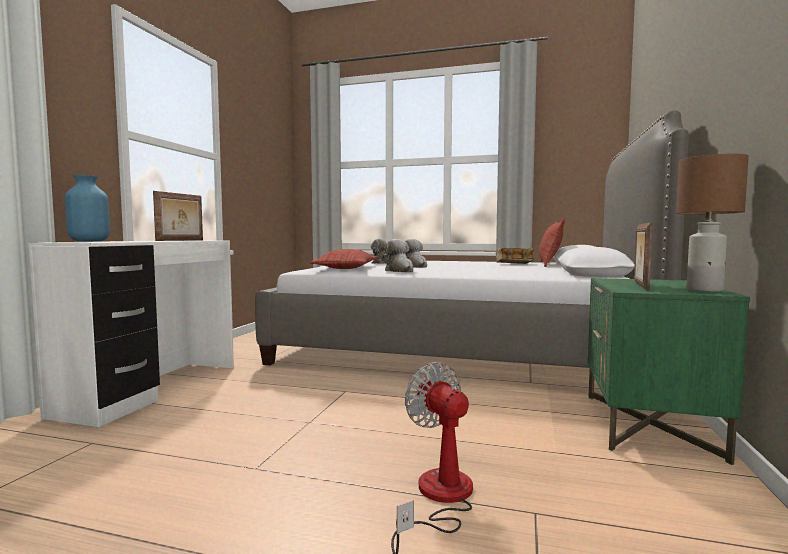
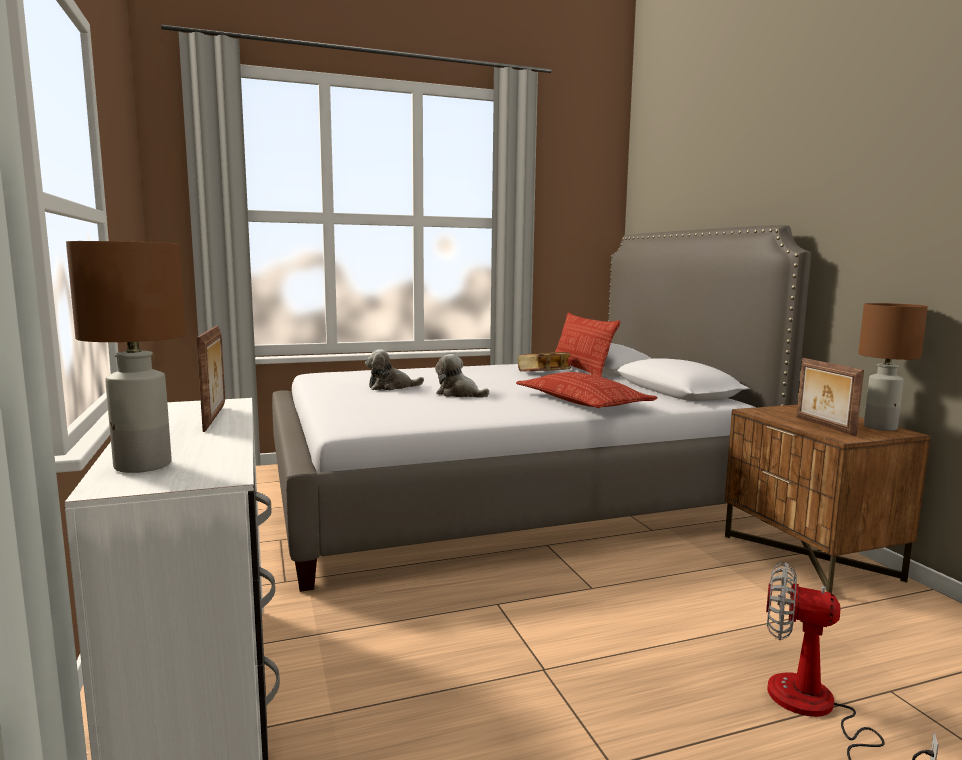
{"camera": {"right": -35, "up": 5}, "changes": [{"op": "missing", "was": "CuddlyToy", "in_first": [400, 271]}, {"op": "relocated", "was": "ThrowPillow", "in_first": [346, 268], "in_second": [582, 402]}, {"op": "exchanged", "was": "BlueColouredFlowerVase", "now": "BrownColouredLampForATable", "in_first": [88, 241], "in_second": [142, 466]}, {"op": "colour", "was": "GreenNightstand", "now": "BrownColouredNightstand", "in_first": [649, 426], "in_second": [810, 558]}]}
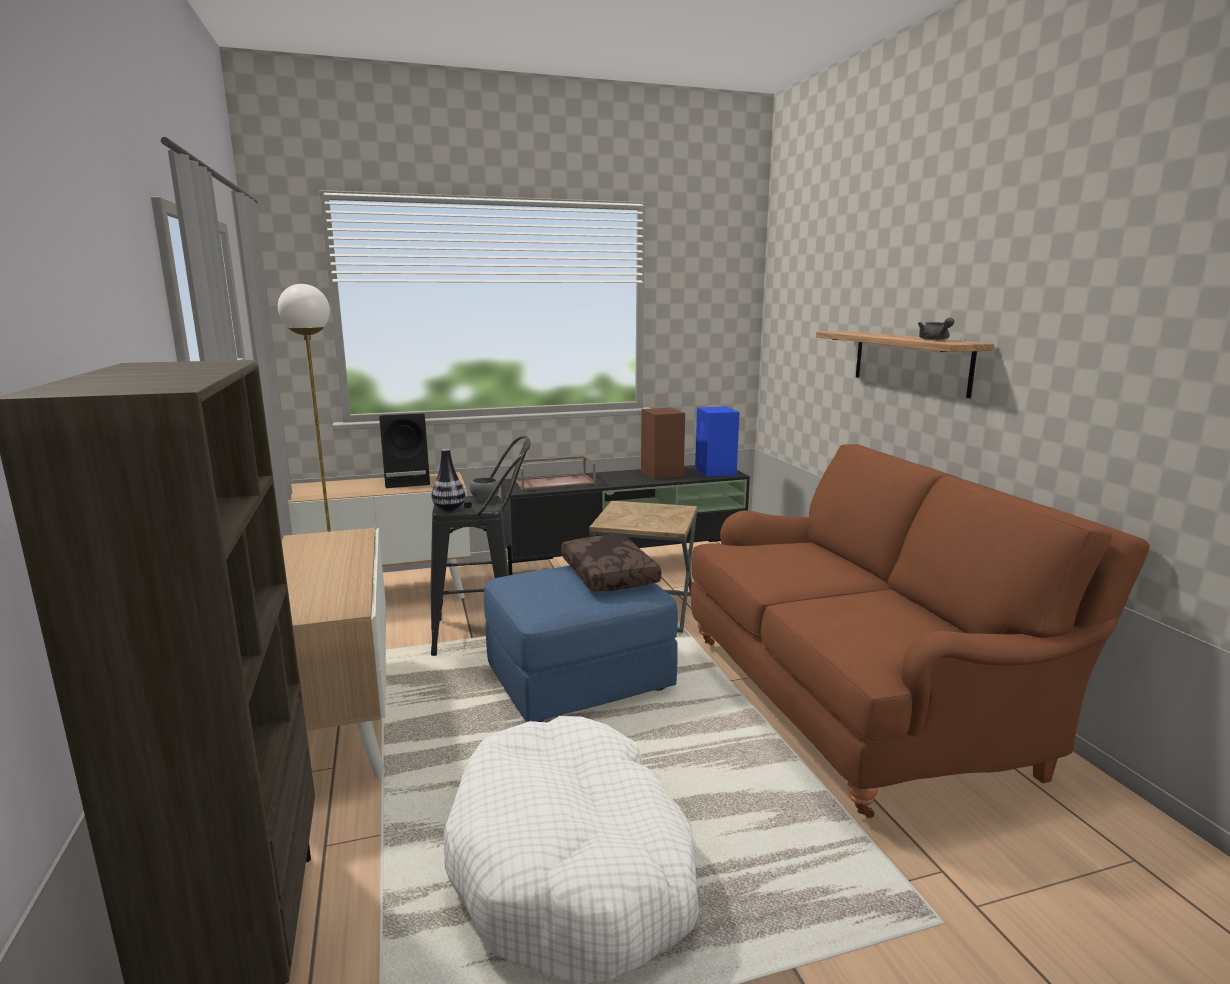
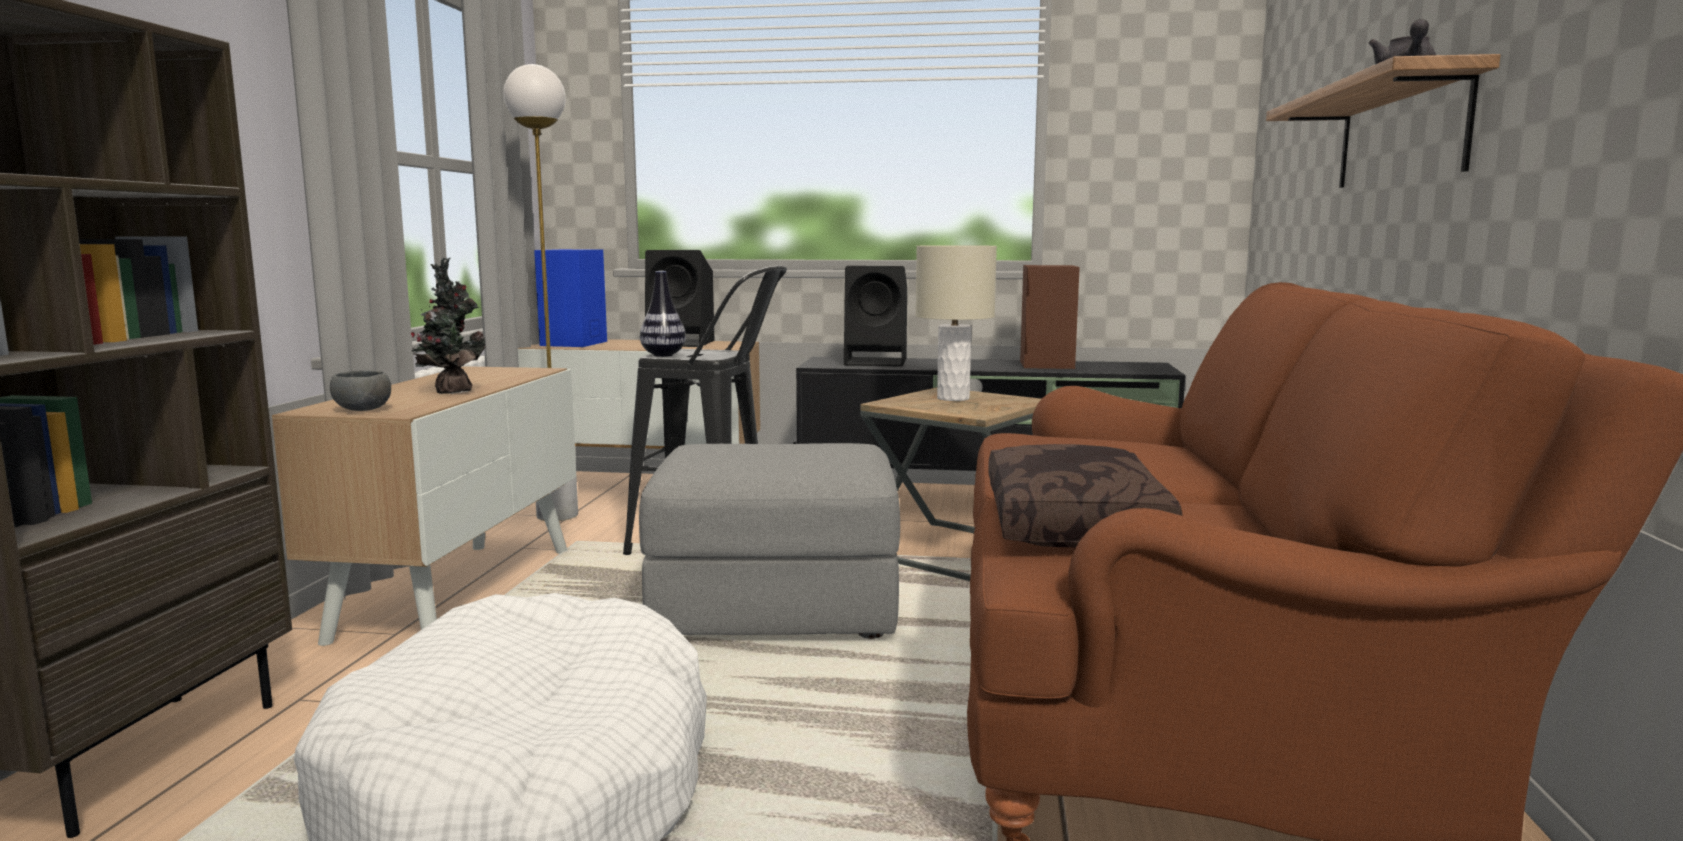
{"camera": {"right": 25, "up": -5}, "changes": [{"op": "appeared", "now": "Houseplant", "in_second": [451, 392]}, {"op": "appeared", "now": "SandColouredLampForATable", "in_second": [953, 398]}, {"op": "relocated", "was": "GrayBowl", "in_first": [484, 499], "in_second": [361, 410]}, {"op": "relocated", "was": "BrownColouredThrowPillow", "in_first": [611, 575], "in_second": [1077, 524]}, {"op": "relocated", "was": "BlueColouredAudioSpeaker", "in_first": [715, 471], "in_second": [573, 343]}, {"op": "exchanged", "was": "BrownColouredTray", "now": "BlackColouredAudioSpeaker", "in_first": [555, 482], "in_second": [878, 362]}, {"op": "colour", "was": "BlueColouredOttoman", "now": "GrayOttoman", "in_first": [579, 678], "in_second": [776, 607]}]}
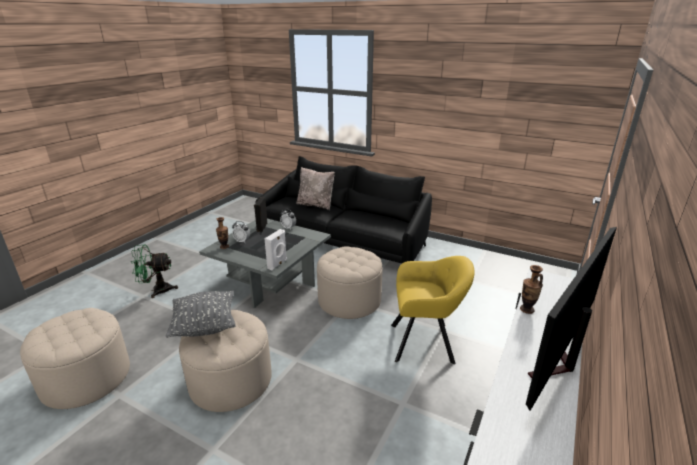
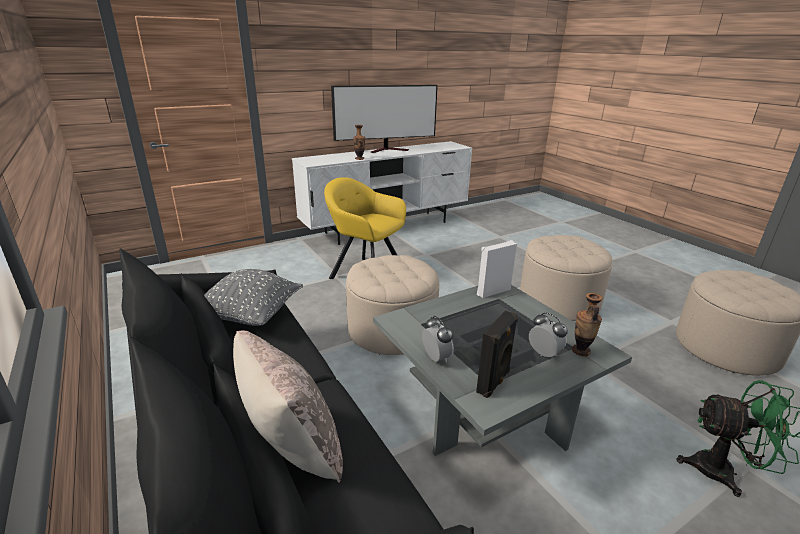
{"camera": {"right": -150, "up": 0}, "changes": [{"op": "relocated", "was": "GrayThrowPillow", "in_first": [205, 326], "in_second": [250, 316]}]}
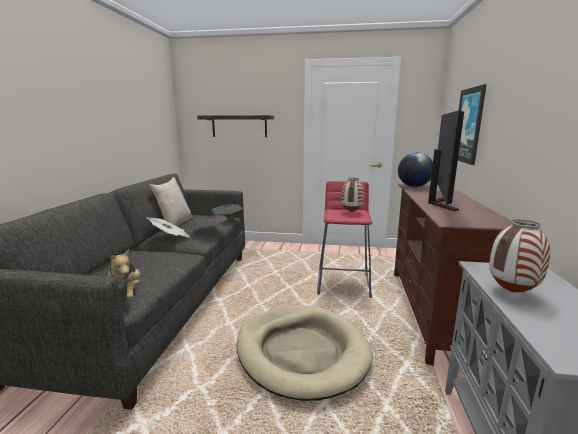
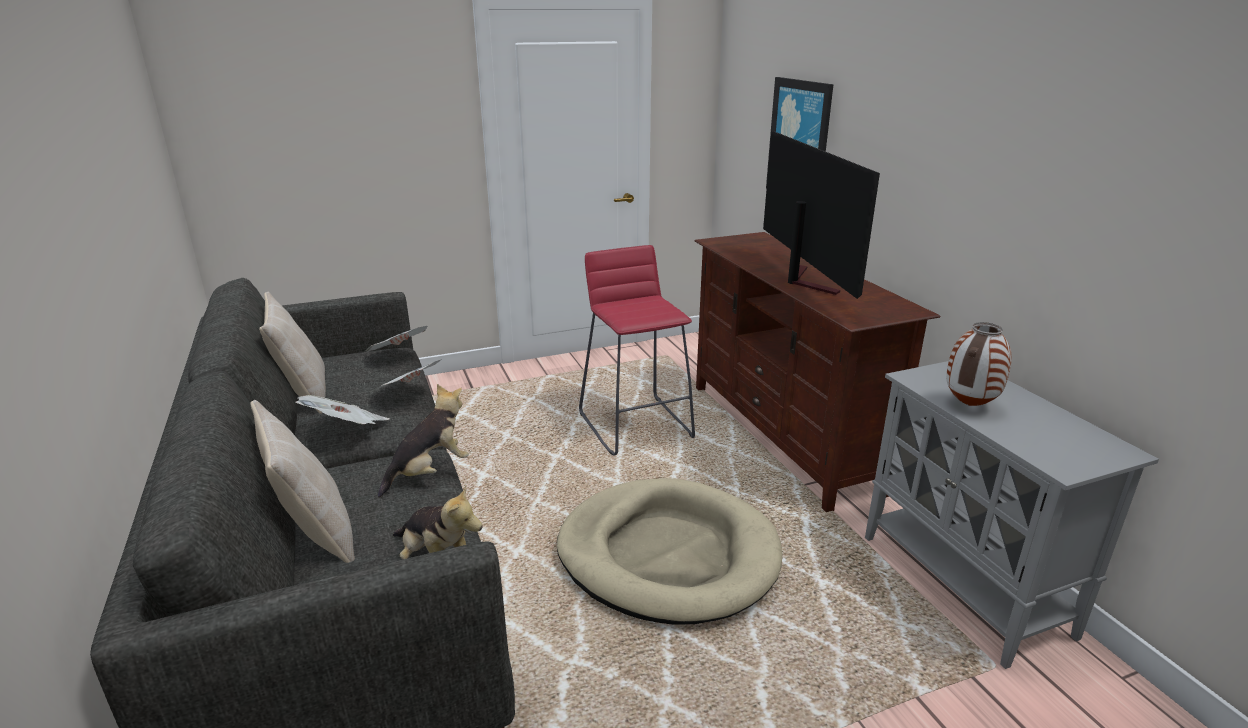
{"camera": {"right": -30, "up": 10}, "changes": [{"op": "missing", "was": "BlackColouredBracketShelf", "in_first": [239, 126]}, {"op": "missing", "was": "FlowerVase", "in_first": [351, 212]}, {"op": "missing", "was": "Globe", "in_first": [414, 186]}, {"op": "appeared", "now": "SandColouredThrowPillow", "in_second": [315, 533]}, {"op": "appeared", "now": "CuddlyToy", "in_second": [429, 472]}]}
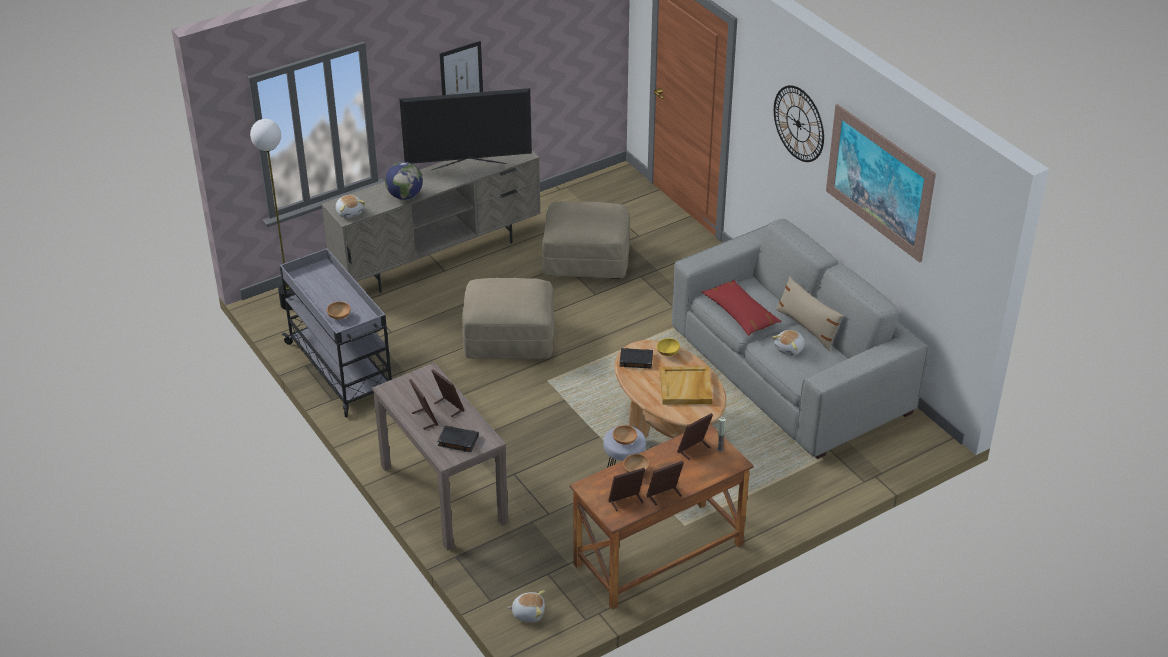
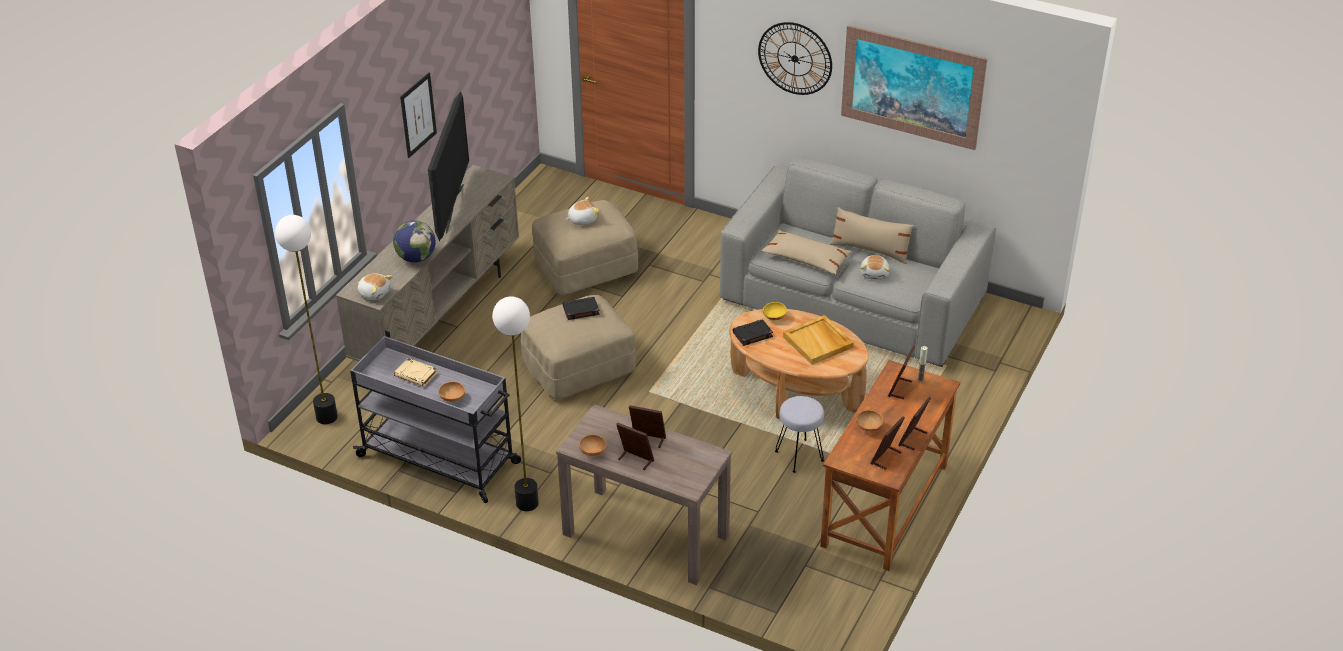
{"camera": {"right": -30, "up": 0}, "changes": [{"op": "appeared", "now": "SandColouredBoundBook", "in_second": [416, 375]}, {"op": "appeared", "now": "StandardLamp", "in_second": [527, 503]}, {"op": "relocated", "was": "BlackColouredBoundBook", "in_first": [457, 441], "in_second": [580, 310]}, {"op": "relocated", "was": "CuddlyToy", "in_first": [528, 613], "in_second": [582, 219]}, {"op": "relocated", "was": "BrownColouredBowl", "in_first": [625, 441], "in_second": [593, 452]}, {"op": "colour", "was": "RedColouredThrowPillow", "now": "SandColouredThrowPillow", "in_first": [740, 314], "in_second": [806, 259]}, {"op": "spun", "was": "TvSet", "in_first": [468, 166], "in_second": [453, 208], "clockwise": -45}]}
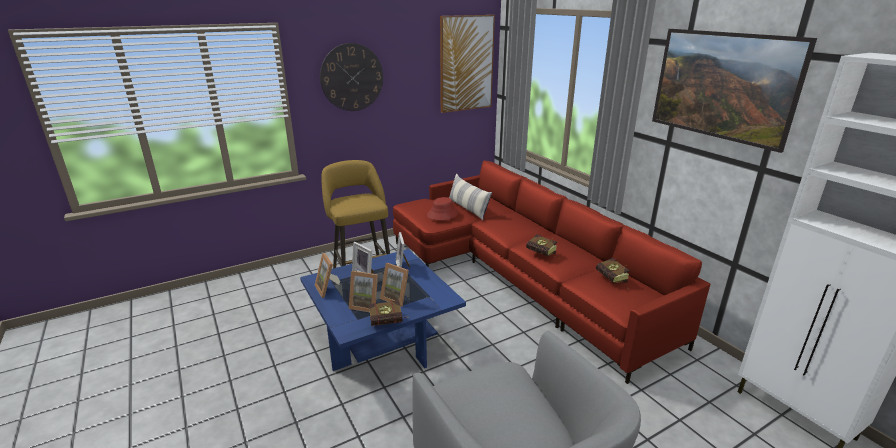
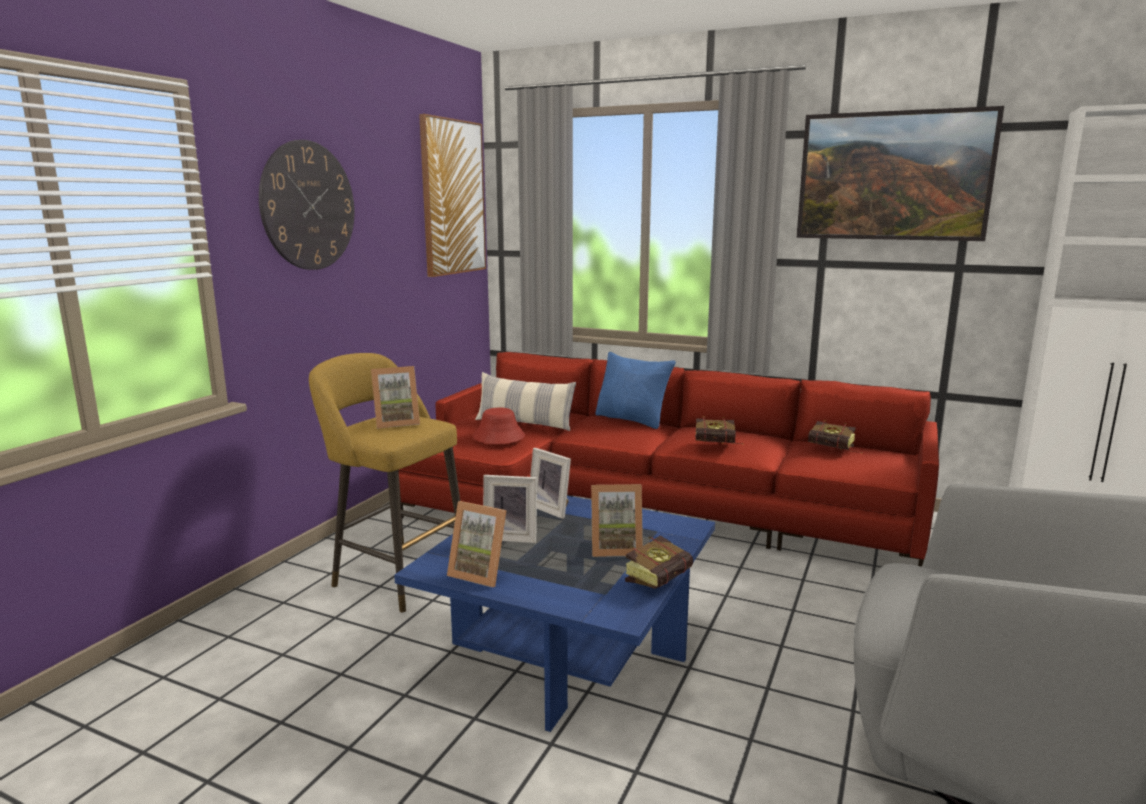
{"camera": {"right": -35, "up": -10}, "changes": [{"op": "appeared", "now": "BlueColouredThrowPillow", "in_second": [632, 420]}, {"op": "relocated", "was": "PhotoFrame", "in_first": [365, 305], "in_second": [396, 423]}]}
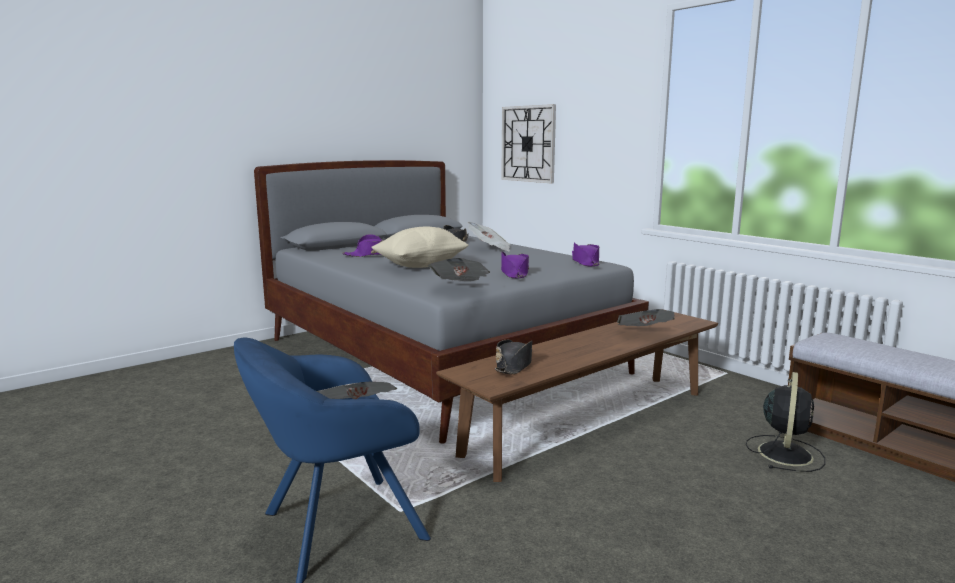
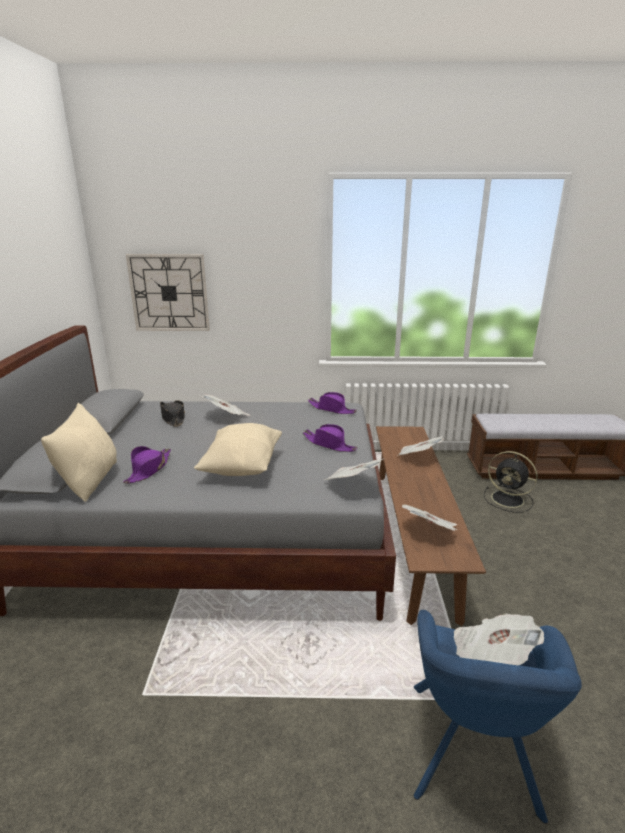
{"camera": {"right": -50, "up": 10}, "changes": [{"op": "appeared", "now": "SandColouredThrowPillow", "in_second": [90, 480]}, {"op": "exchanged", "was": "BlackColouredWearableHat", "now": "Newspaper", "in_first": [514, 365], "in_second": [430, 530]}, {"op": "spun", "was": "BlackColouredFan", "in_first": [785, 453], "in_second": [509, 499], "clockwise": 150}]}
